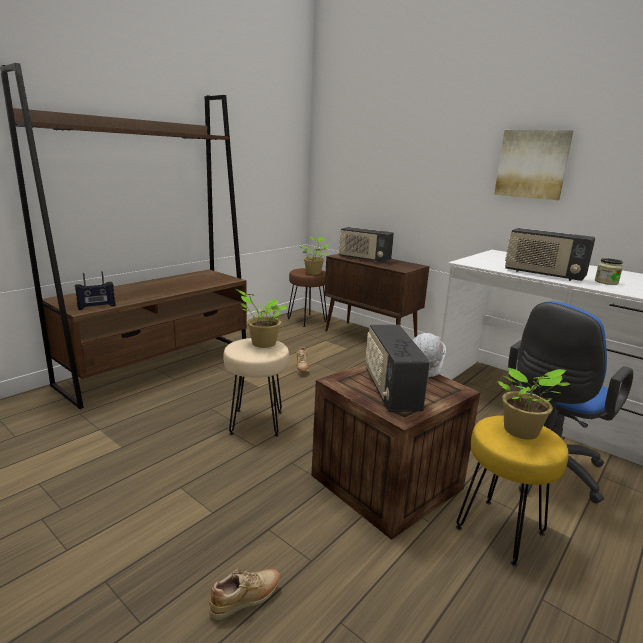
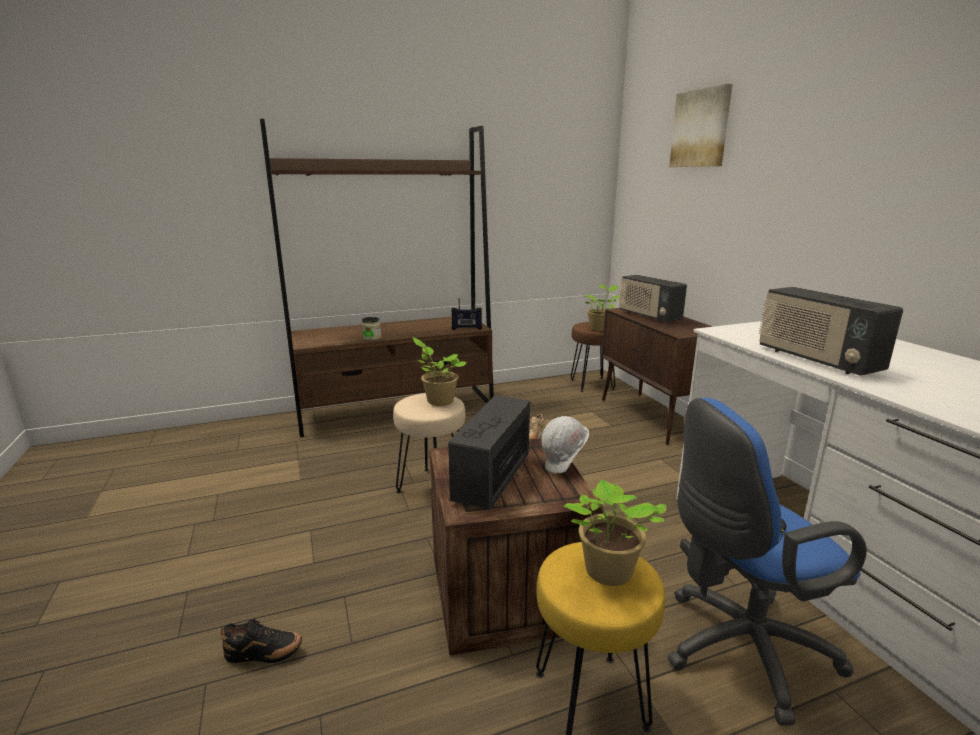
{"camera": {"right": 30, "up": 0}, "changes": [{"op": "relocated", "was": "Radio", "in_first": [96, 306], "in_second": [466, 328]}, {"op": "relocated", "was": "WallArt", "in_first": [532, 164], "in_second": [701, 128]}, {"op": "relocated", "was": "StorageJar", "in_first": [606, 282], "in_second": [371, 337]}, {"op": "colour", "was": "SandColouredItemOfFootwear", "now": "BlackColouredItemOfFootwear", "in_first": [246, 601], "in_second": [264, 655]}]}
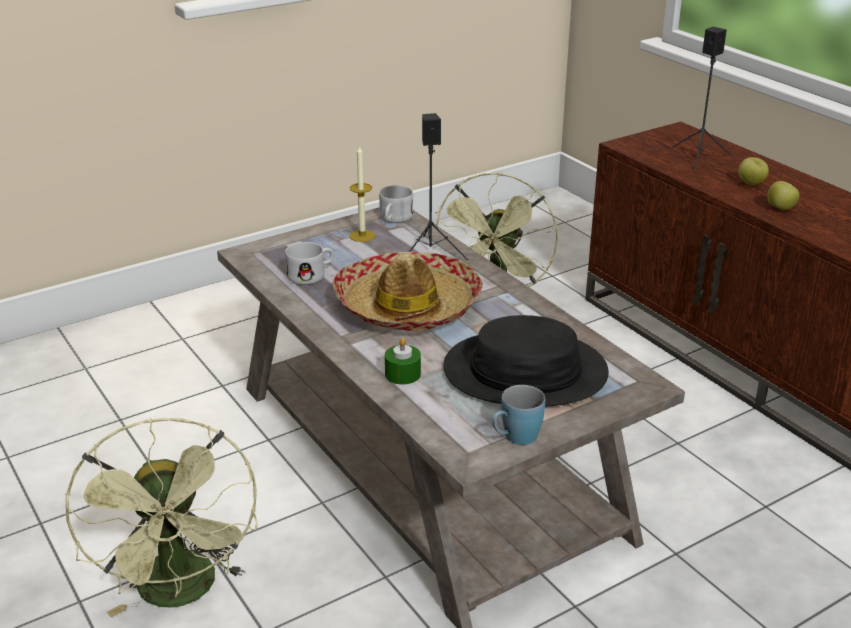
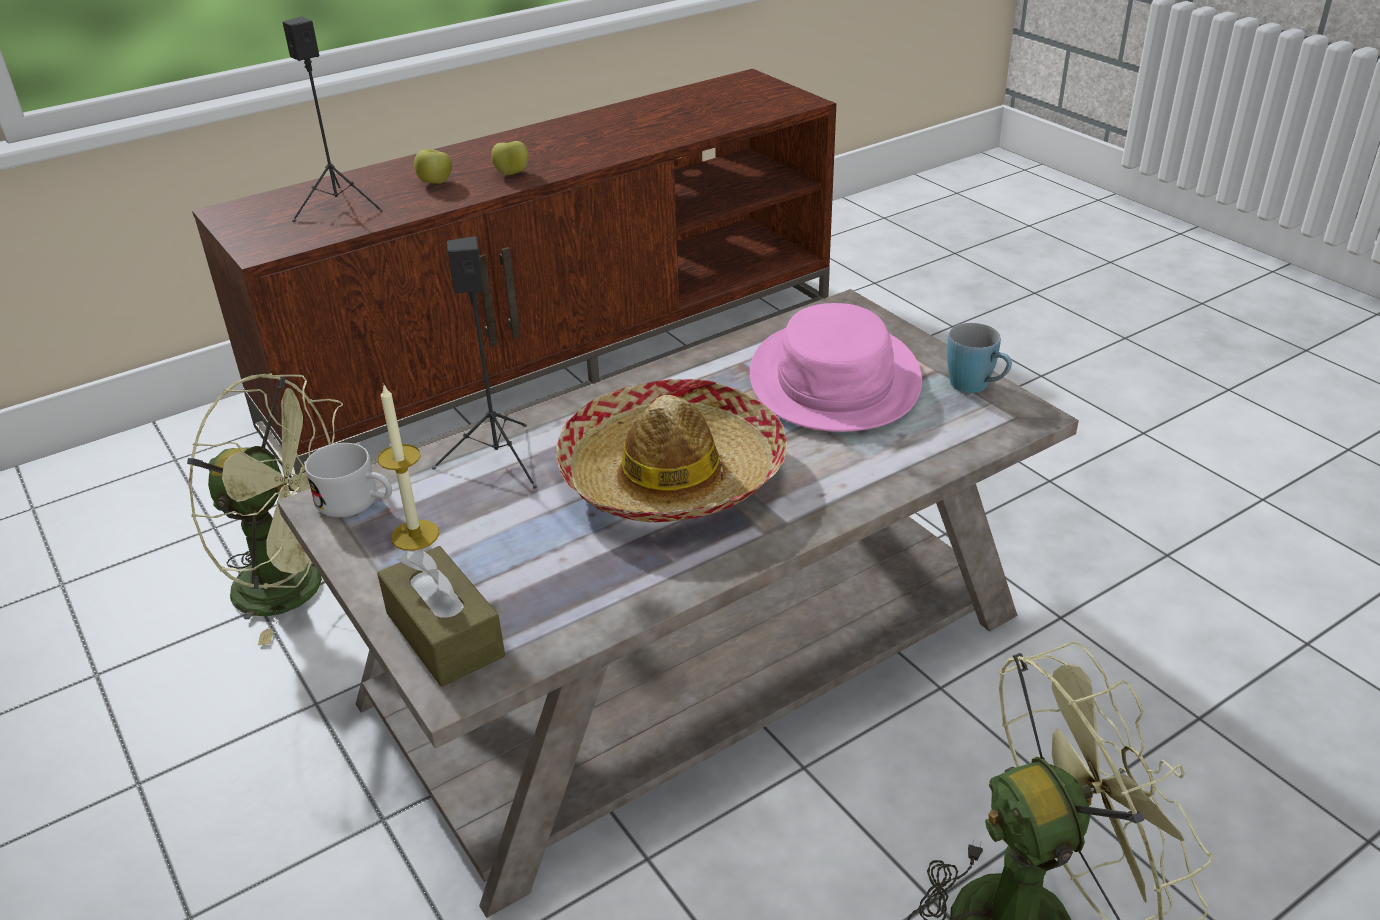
{"camera": {"right": -90, "up": 5}, "changes": [{"op": "missing", "was": "WhitishMug", "in_first": [312, 275]}, {"op": "missing", "was": "GreenWaxLight", "in_first": [402, 374]}, {"op": "appeared", "now": "BrownColouredTissueHolder", "in_second": [444, 635]}, {"op": "colour", "was": "BlackColouredWearableHat", "now": "PinkColouredWearableHat", "in_first": [525, 372], "in_second": [835, 379]}]}
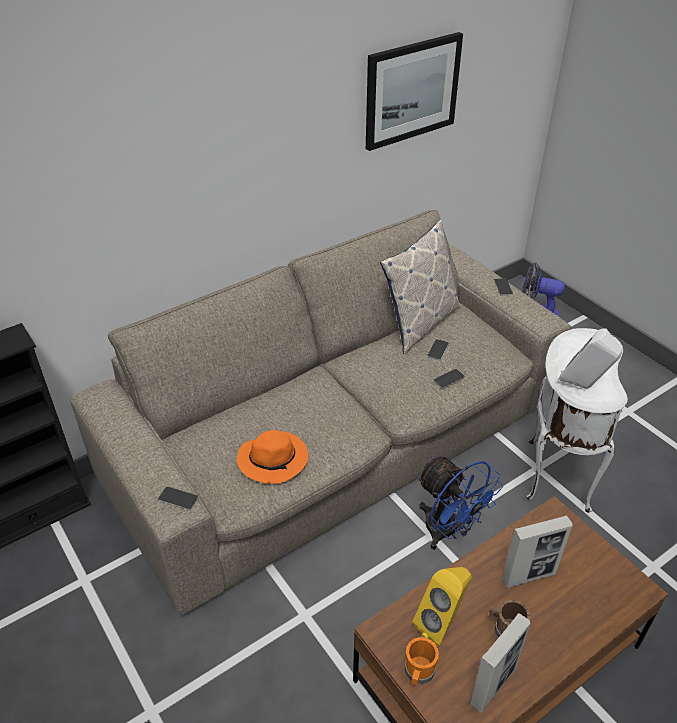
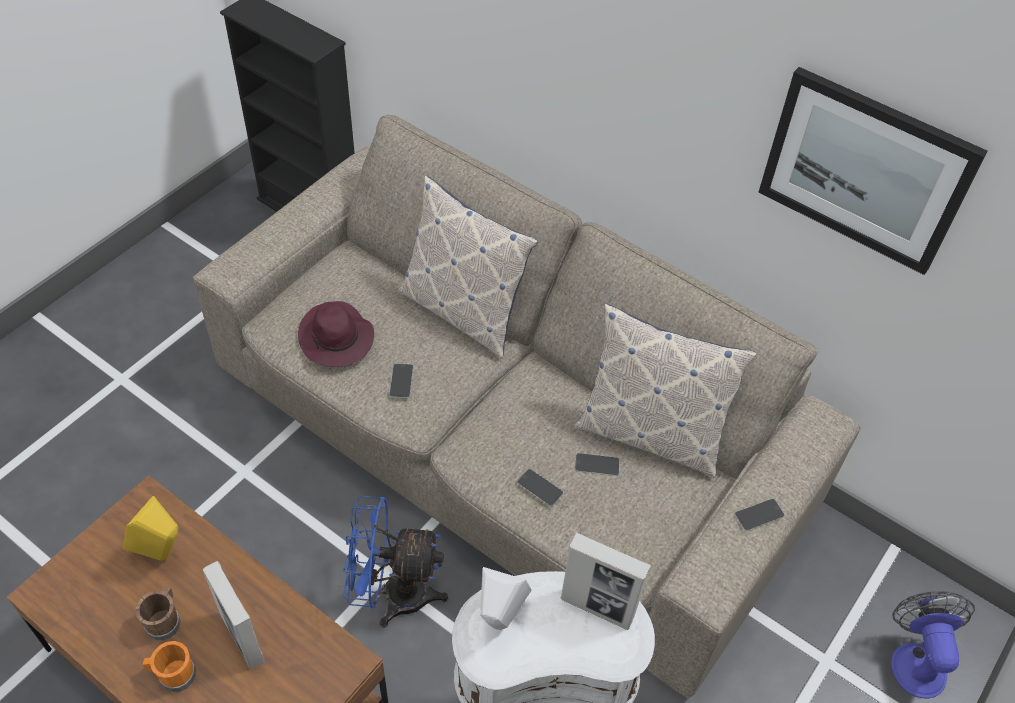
{"camera": {"right": 70, "up": 10}, "changes": [{"op": "appeared", "now": "ThrowPillow", "in_second": [463, 312]}, {"op": "relocated", "was": "Phone", "in_first": [178, 498], "in_second": [401, 381]}, {"op": "relocated", "was": "OrangeyMug", "in_first": [418, 673], "in_second": [173, 675]}, {"op": "relocated", "was": "PhotoFrame", "in_first": [492, 686], "in_second": [597, 608]}, {"op": "colour", "was": "OrangeyWearableHat", "now": "PurplishWearableHat", "in_first": [274, 460], "in_second": [337, 339]}, {"op": "spun", "was": "BlueColouredFan", "in_first": [448, 532], "in_second": [393, 594], "clockwise": 60}]}
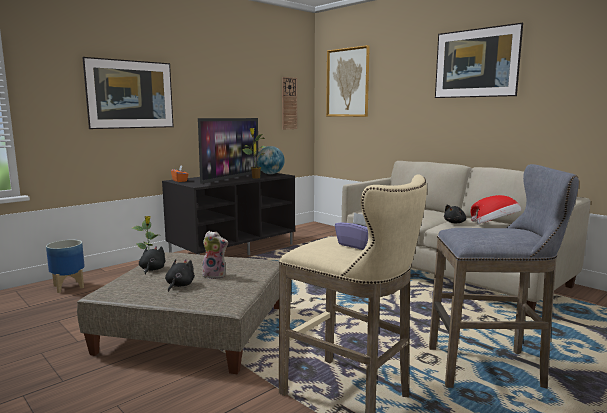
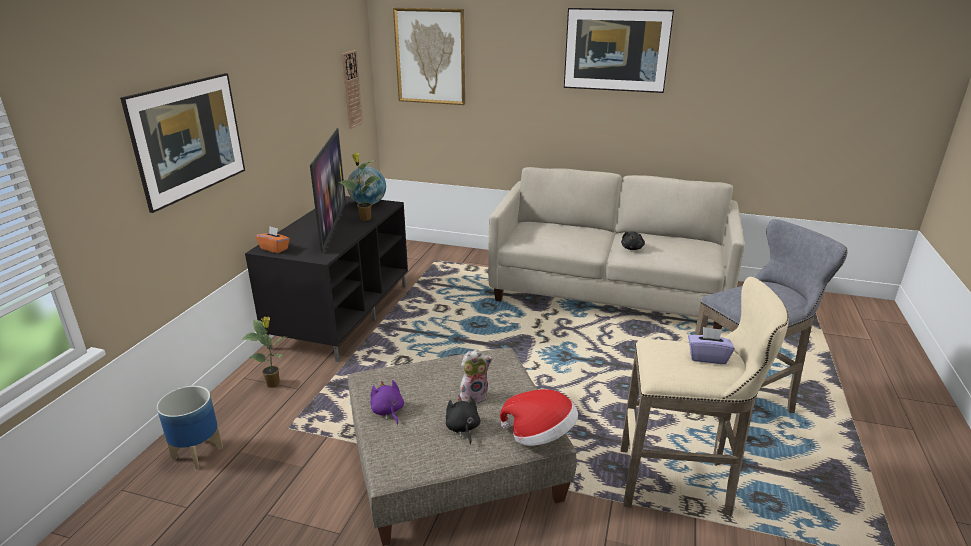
{"camera": {"right": -30, "up": 15}, "changes": [{"op": "relocated", "was": "WearableHat", "in_first": [495, 226], "in_second": [540, 435]}, {"op": "colour", "was": "BlackColouredCuddlyToy", "now": "PurplishCuddlyToy", "in_first": [152, 269], "in_second": [388, 411]}]}
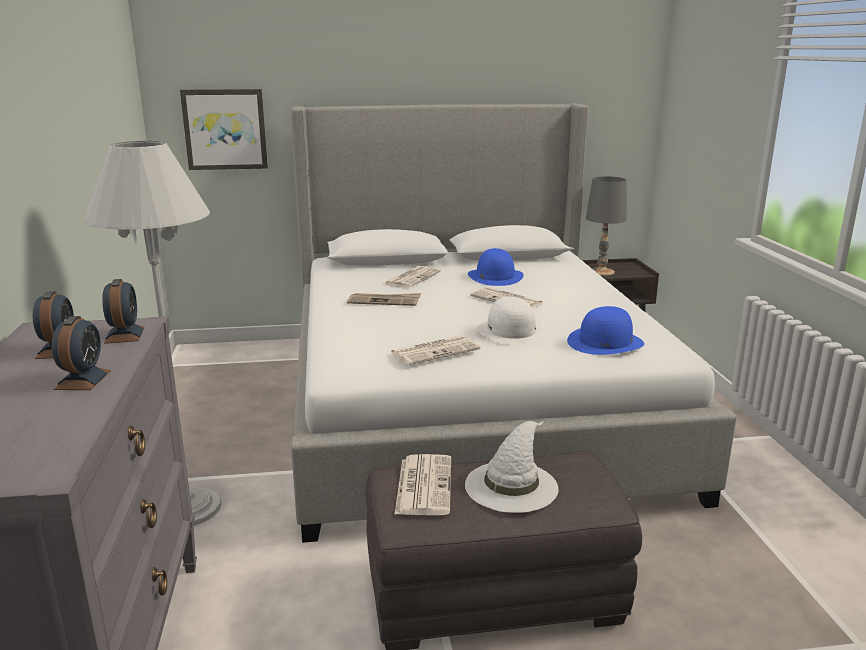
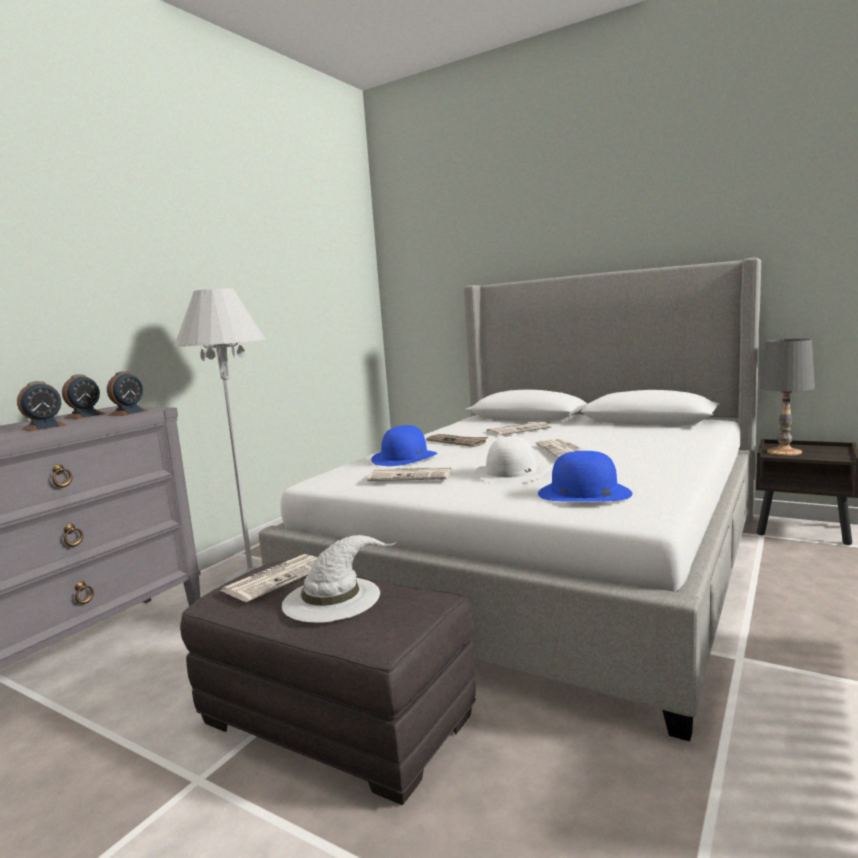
{"camera": {"right": 40, "up": -10}, "changes": [{"op": "missing", "was": "WallArt", "in_first": [225, 129]}, {"op": "relocated", "was": "BlueColouredWearableHat", "in_first": [495, 276], "in_second": [404, 457]}]}
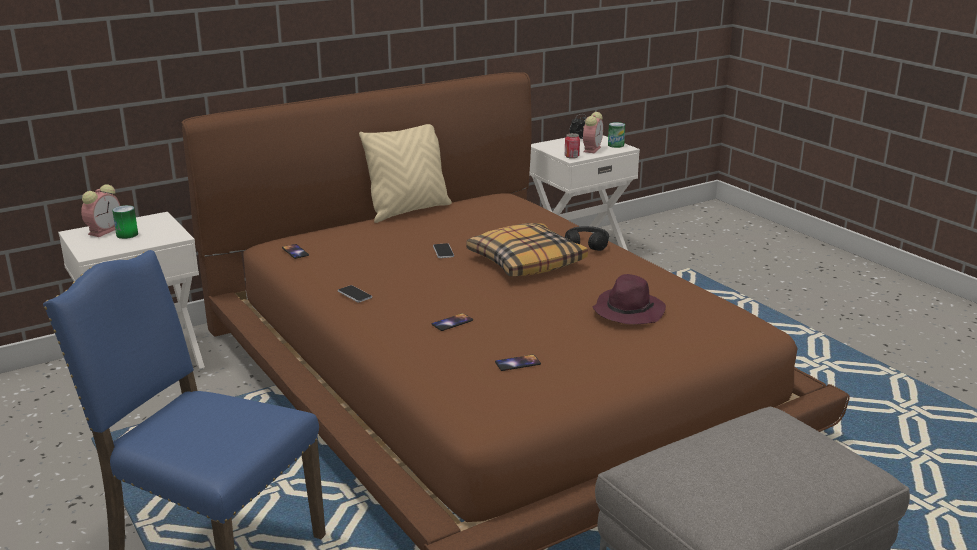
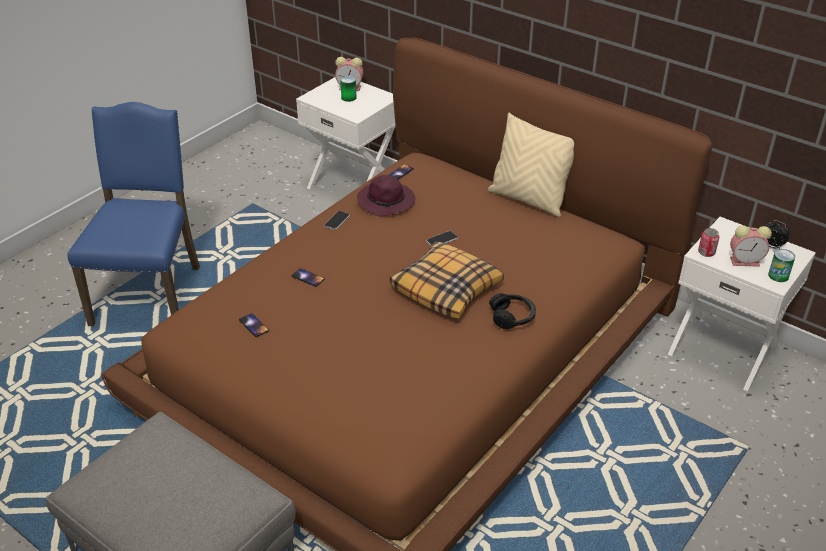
{"camera": {"right": 70, "up": 15}, "changes": [{"op": "relocated", "was": "PurplishWearableHat", "in_first": [628, 311], "in_second": [387, 202]}]}
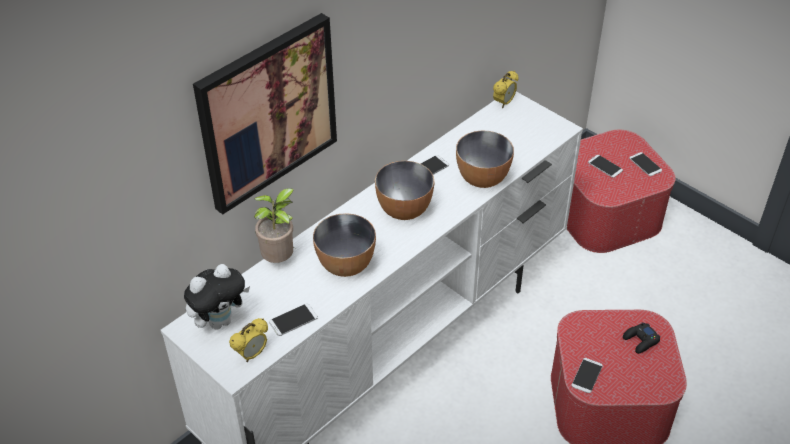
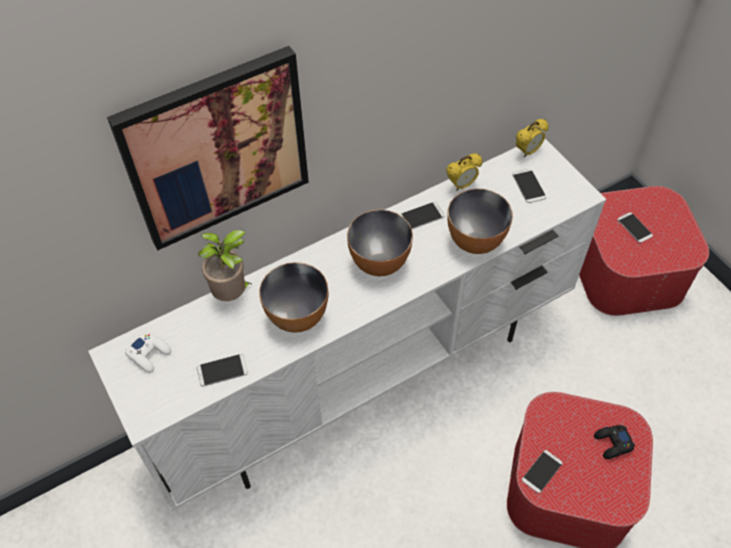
{"camera": {"right": 15, "up": 10}, "changes": [{"op": "relocated", "was": "BedsideClock", "in_first": [252, 354], "in_second": [461, 185]}, {"op": "relocated", "was": "Phone", "in_first": [645, 164], "in_second": [528, 186]}, {"op": "exchanged", "was": "CuddlyToy", "now": "WhitishJoypad", "in_first": [220, 320], "in_second": [149, 354]}]}
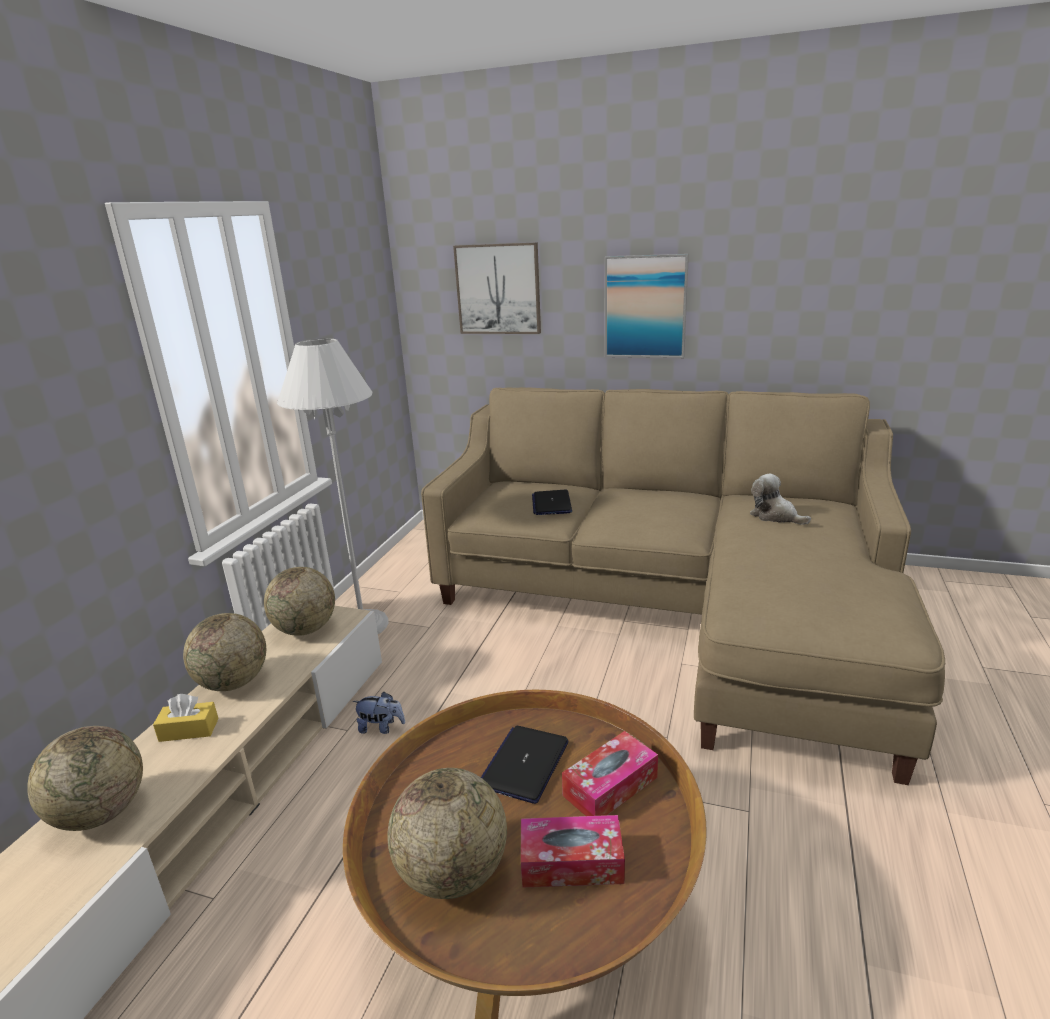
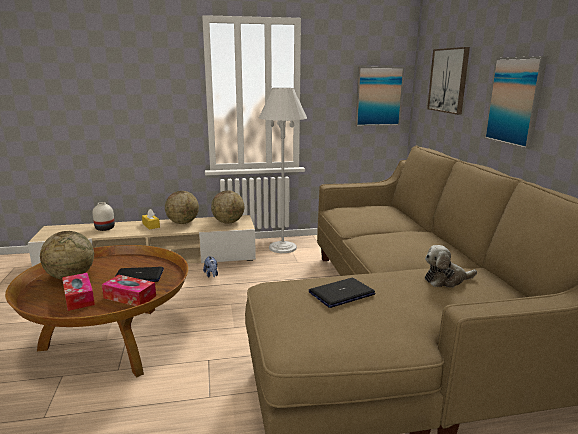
{"camera": {"right": 60, "up": -5}, "changes": [{"op": "appeared", "now": "WallArt", "in_second": [378, 96]}, {"op": "relocated", "was": "Laptop", "in_first": [551, 504], "in_second": [341, 293]}, {"op": "exchanged", "was": "Globe", "now": "WhitishFlowerVase", "in_first": [101, 813], "in_second": [105, 228]}, {"op": "spun", "was": "CuddlyToy", "in_first": [775, 516], "in_second": [446, 280], "clockwise": -120}]}
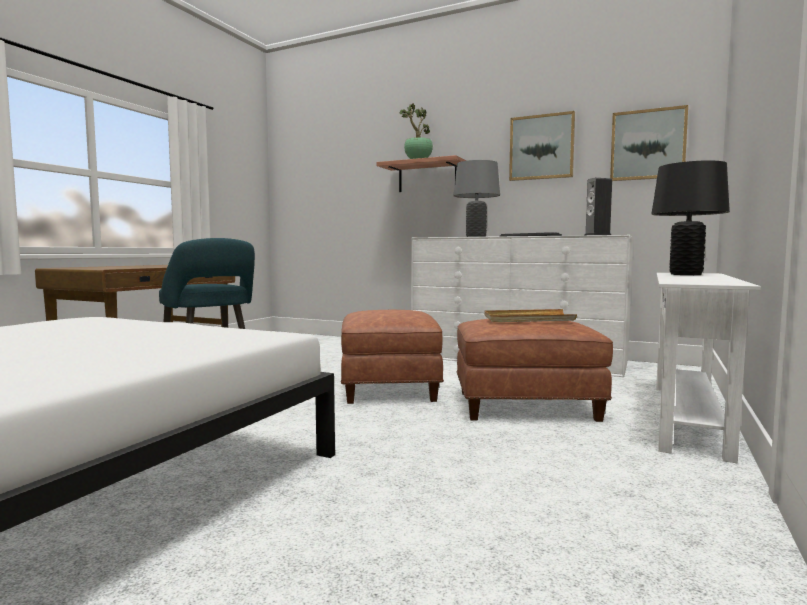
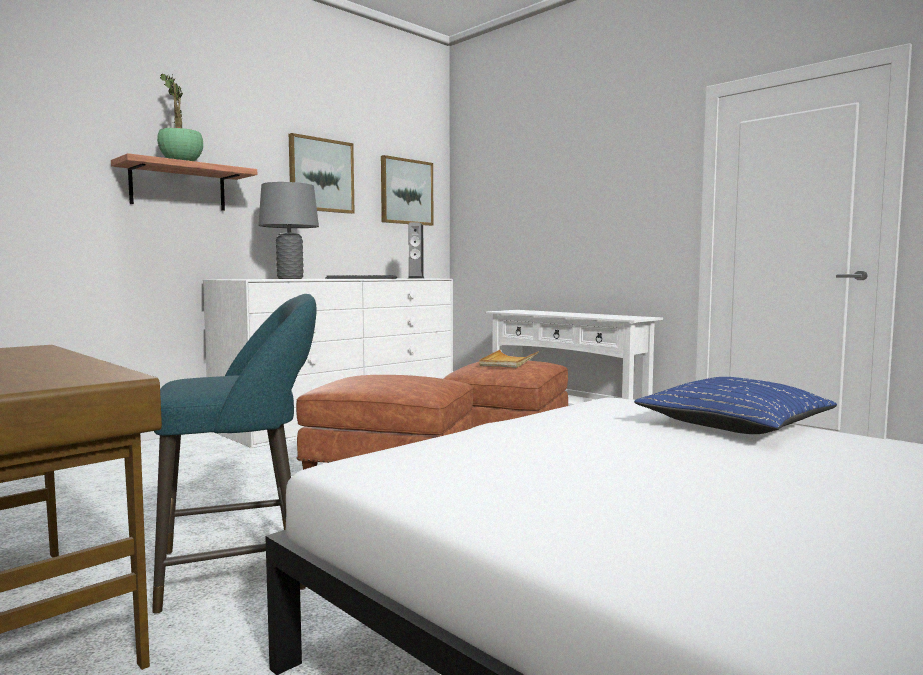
{"camera": {"right": -70, "up": 0}, "changes": [{"op": "missing", "was": "BlackColouredLampForATable", "in_first": [685, 274]}, {"op": "appeared", "now": "BlueColouredThrowPillow", "in_second": [735, 424]}]}
